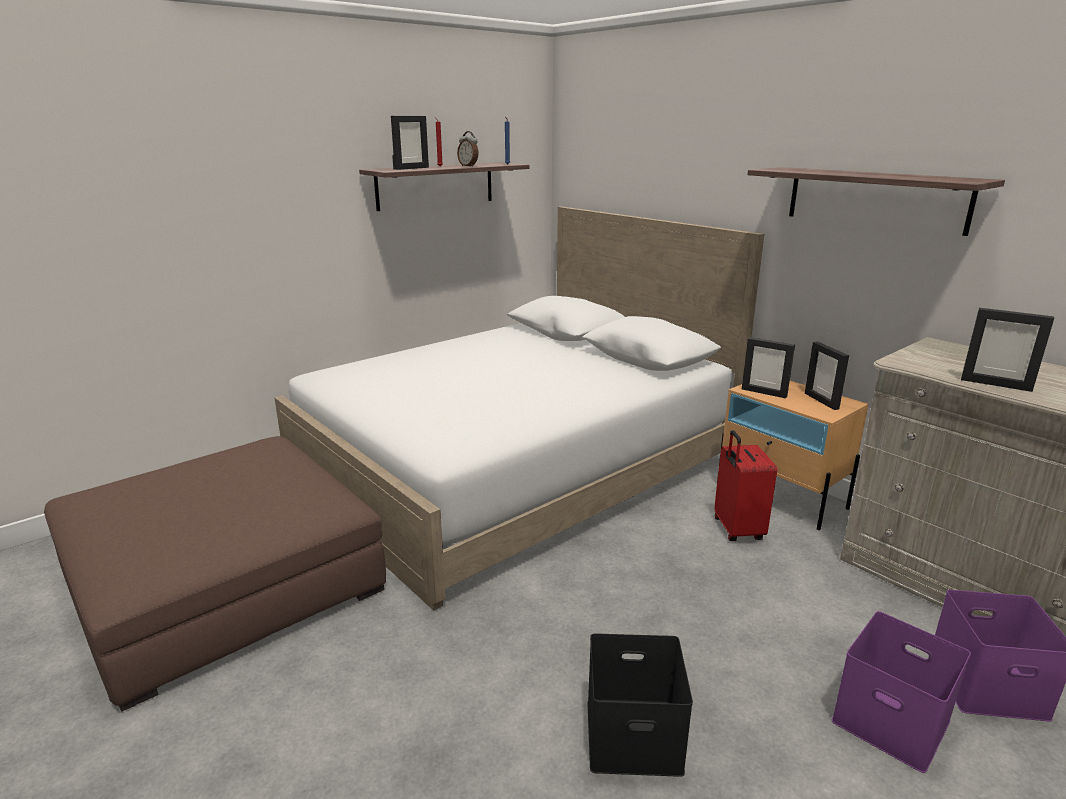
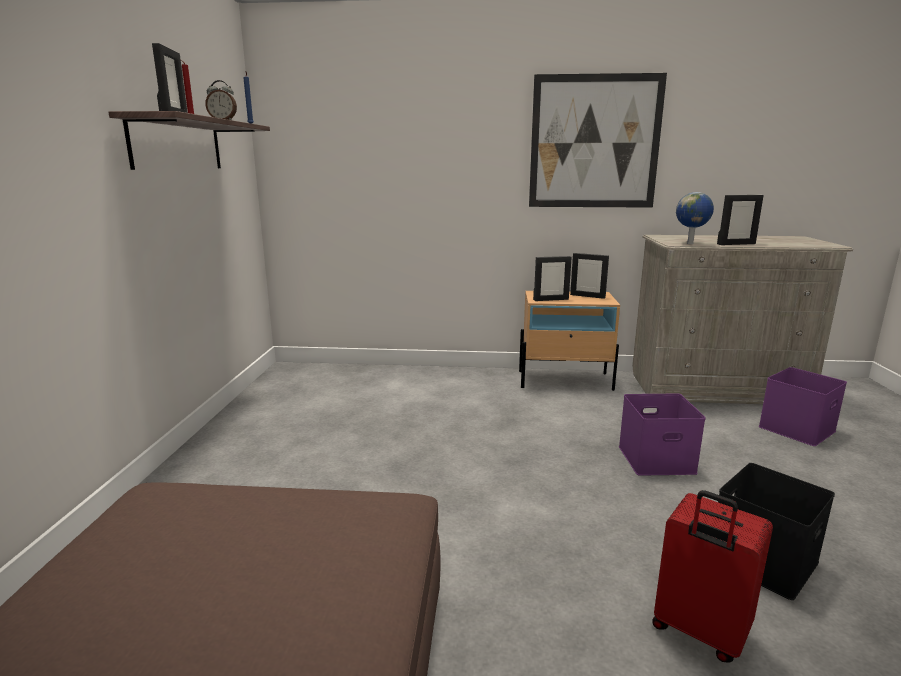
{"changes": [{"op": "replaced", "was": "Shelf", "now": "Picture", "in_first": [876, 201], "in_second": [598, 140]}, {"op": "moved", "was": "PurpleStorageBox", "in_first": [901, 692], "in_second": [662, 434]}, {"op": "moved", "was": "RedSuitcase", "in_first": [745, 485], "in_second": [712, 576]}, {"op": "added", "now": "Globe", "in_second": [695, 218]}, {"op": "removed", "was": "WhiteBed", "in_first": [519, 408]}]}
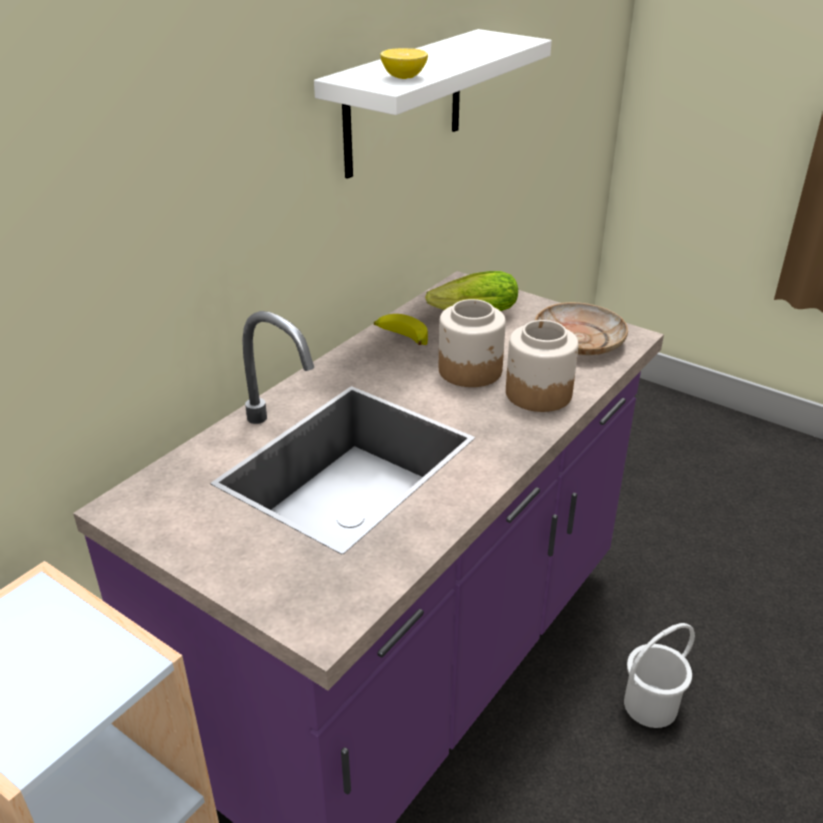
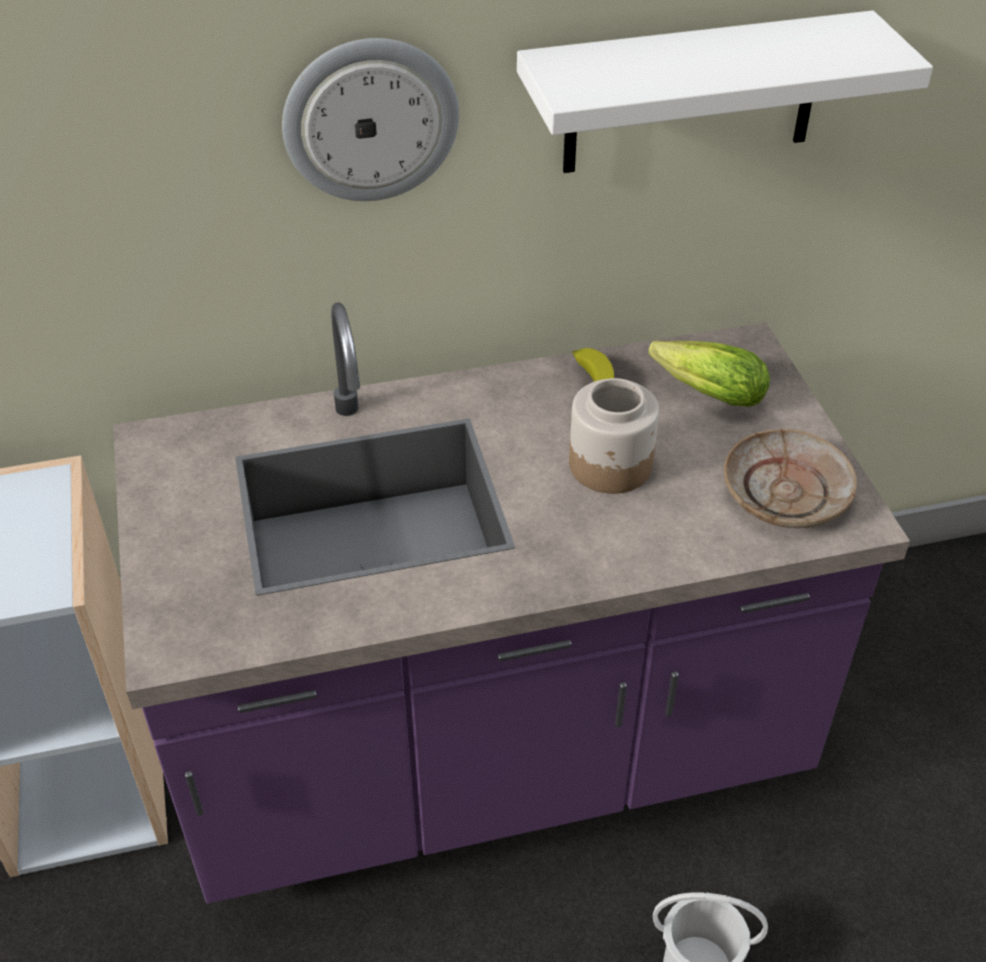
{"changes": [{"op": "added", "now": "WallClock", "in_second": [370, 119]}, {"op": "removed", "was": "Lemon", "in_first": [404, 63]}, {"op": "removed", "was": "Jar", "in_first": [542, 366]}]}
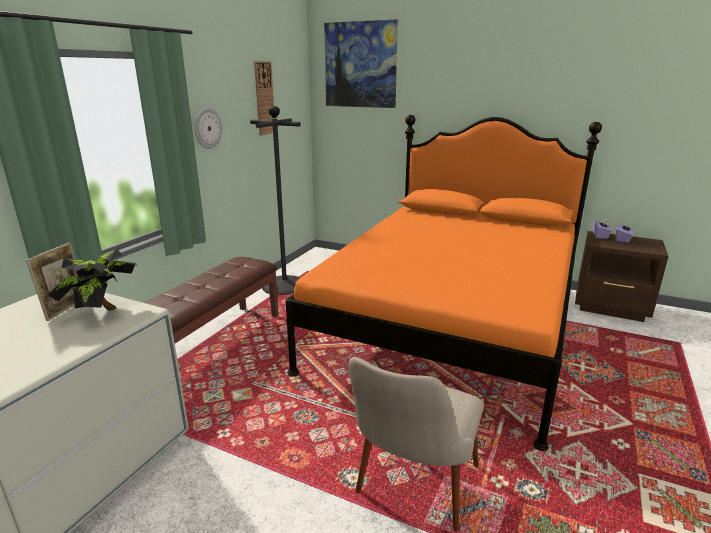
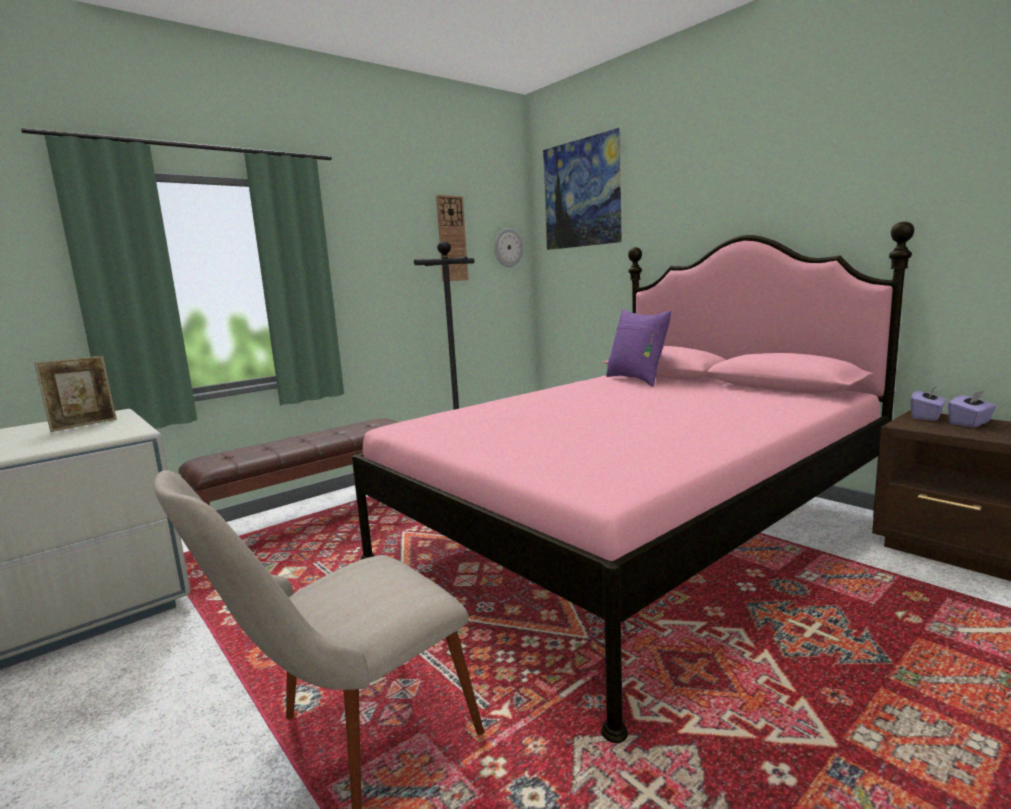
{"changes": [{"op": "recoloured", "was": "OrangeBed", "now": "PinkBed", "in_first": [443, 283], "in_second": [633, 482]}, {"op": "moved", "was": "WallClock", "in_first": [208, 128], "in_second": [508, 247]}, {"op": "added", "now": "PurplePillow", "in_second": [638, 348]}, {"op": "removed", "was": "PottedPlant", "in_first": [92, 280]}]}
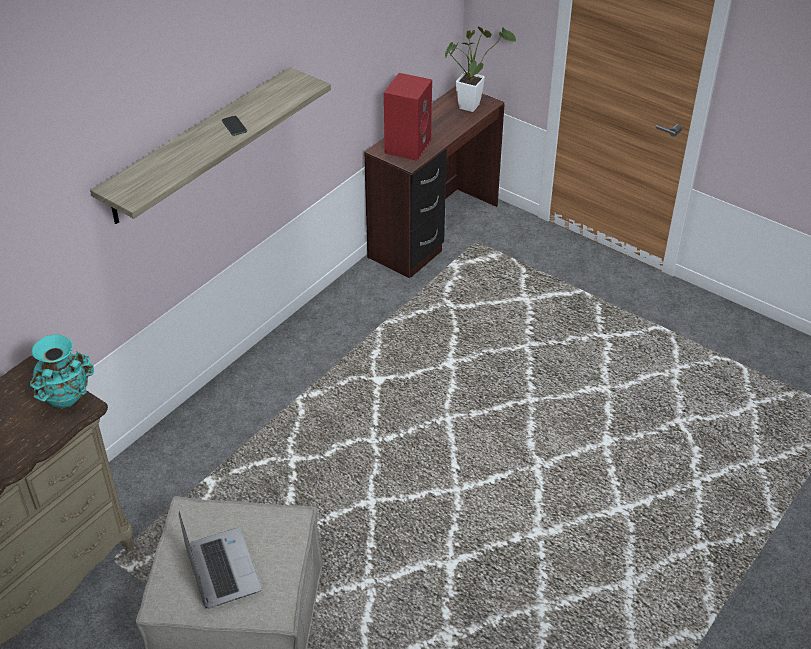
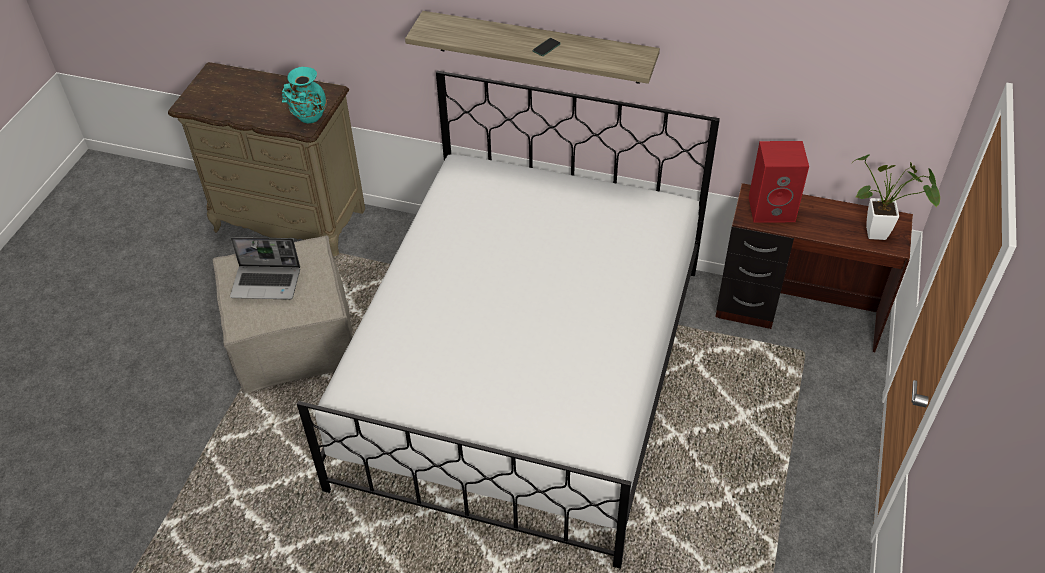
{"changes": [{"op": "turned", "was": "Laptop", "in_first": [220, 560], "in_second": [265, 268], "clockwise": 45}, {"op": "added", "now": "WhiteBed", "in_second": [508, 320]}]}
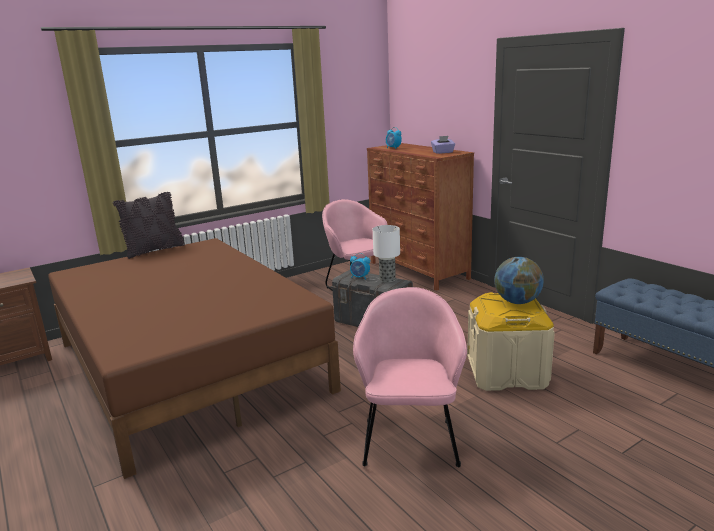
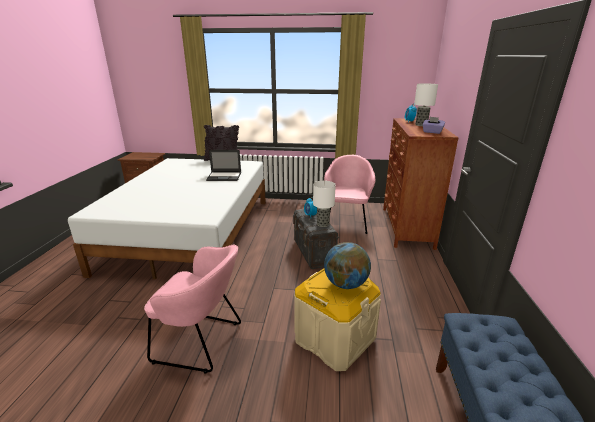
{"changes": [{"op": "recoloured", "was": "BrownBed", "now": "WhiteBed", "in_first": [194, 358], "in_second": [167, 218]}, {"op": "turned", "was": "PinkArmchair", "in_first": [410, 377], "in_second": [192, 309], "clockwise": 60}, {"op": "added", "now": "Laptop", "in_second": [223, 165]}, {"op": "added", "now": "TableLamp", "in_second": [426, 104]}]}
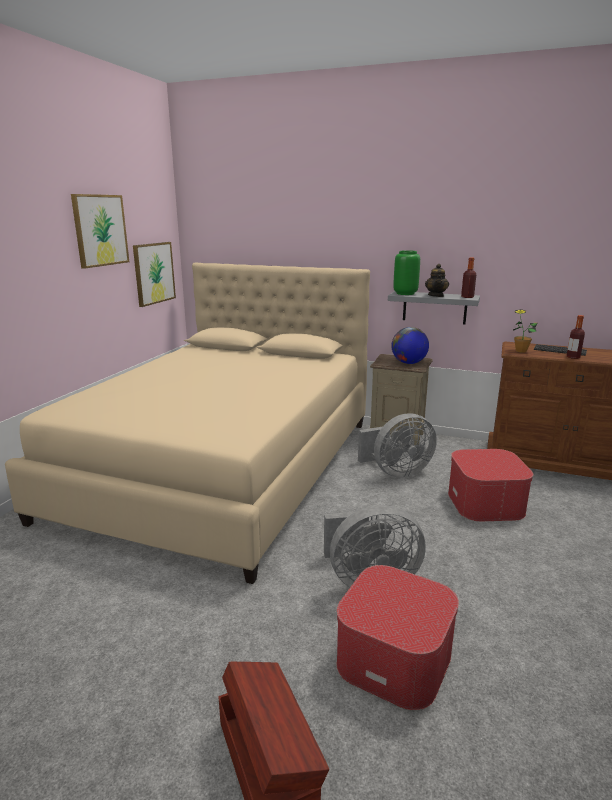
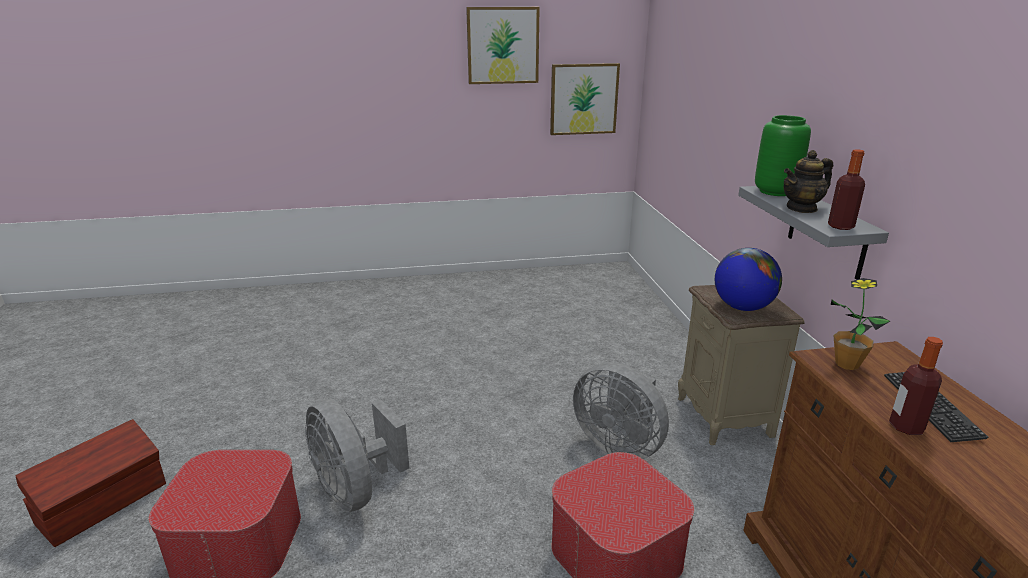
{"changes": [{"op": "removed", "was": "BeigeBed", "in_first": [187, 423]}]}
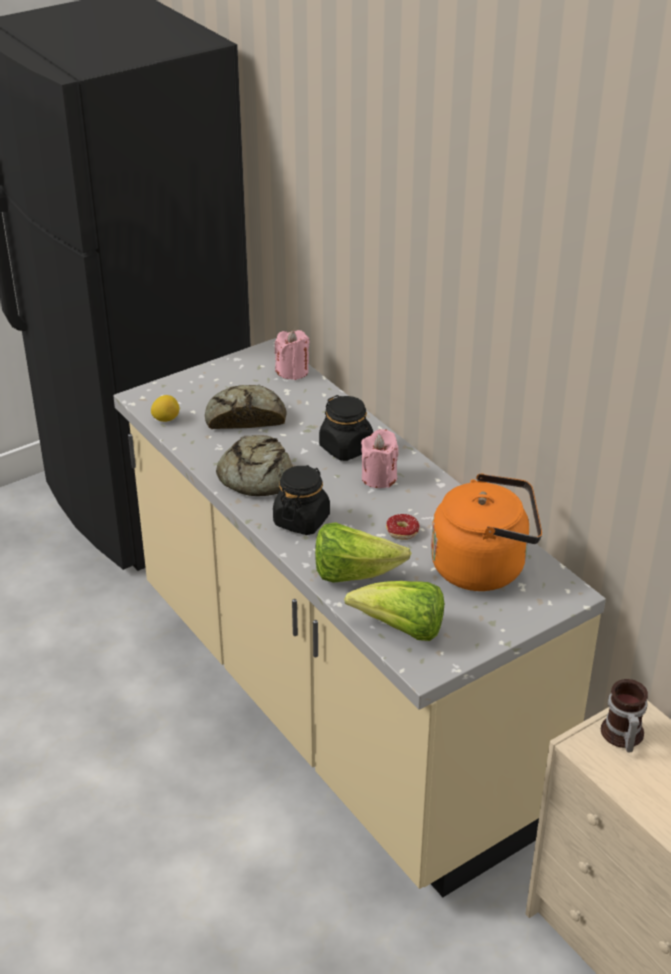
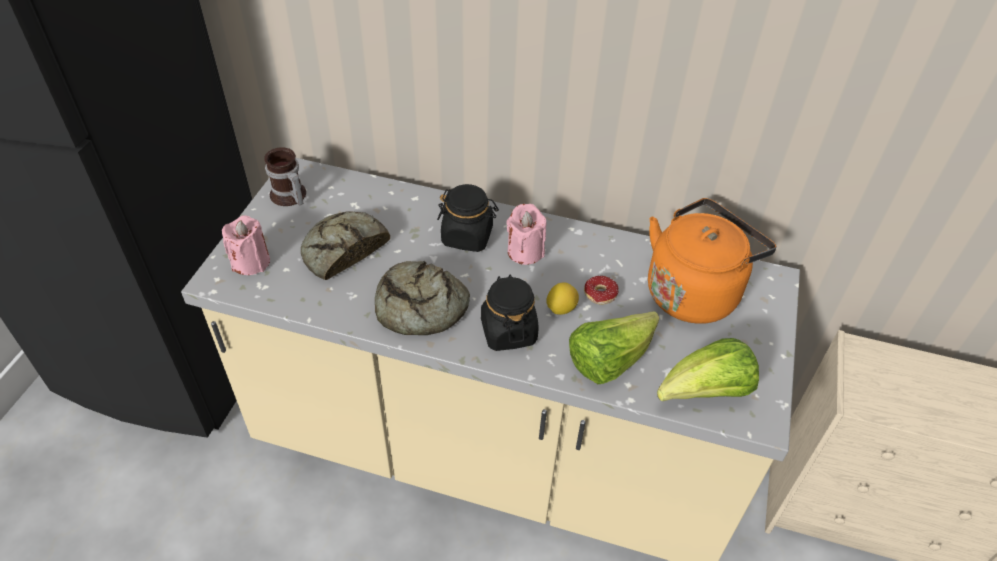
{"changes": [{"op": "moved", "was": "PinkCandle", "in_first": [292, 355], "in_second": [246, 245]}, {"op": "moved", "was": "Mug", "in_first": [624, 715], "in_second": [285, 176]}, {"op": "moved", "was": "Lemon", "in_first": [165, 408], "in_second": [563, 299]}]}
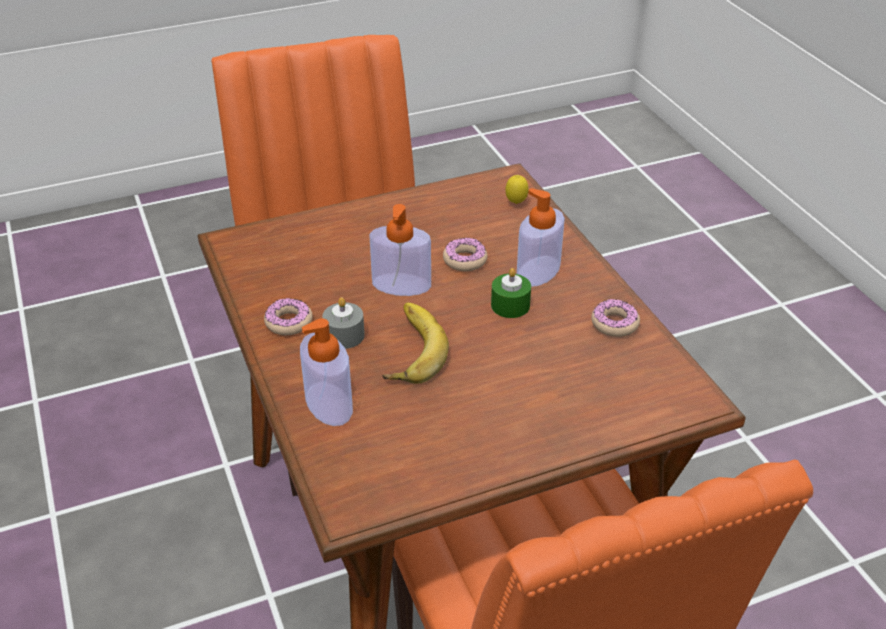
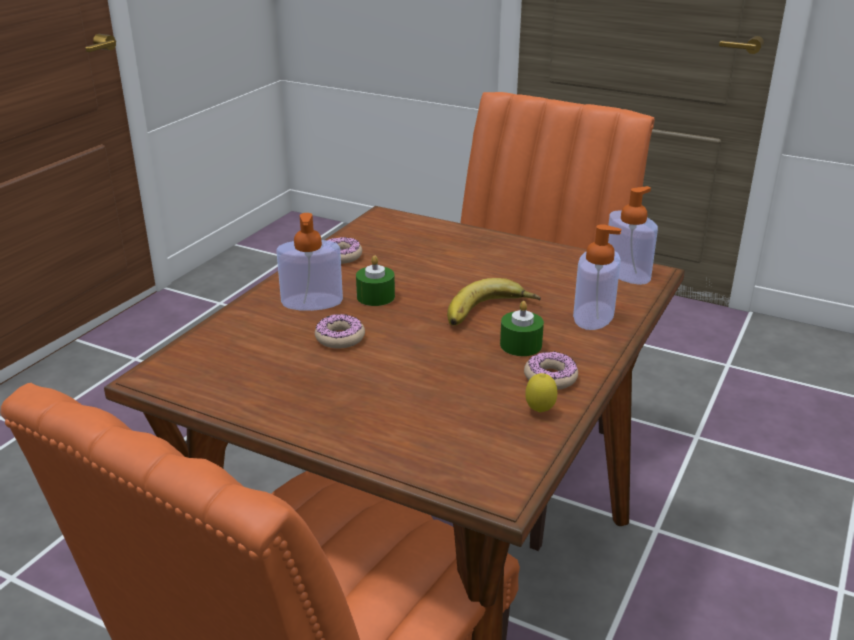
{"changes": [{"op": "recoloured", "was": "GreyCandle", "now": "GreenCandle", "in_first": [343, 323], "in_second": [522, 328]}, {"op": "moved", "was": "Lemon", "in_first": [517, 189], "in_second": [541, 393]}, {"op": "moved", "was": "SoapDispenser", "in_first": [400, 250], "in_second": [633, 235]}]}
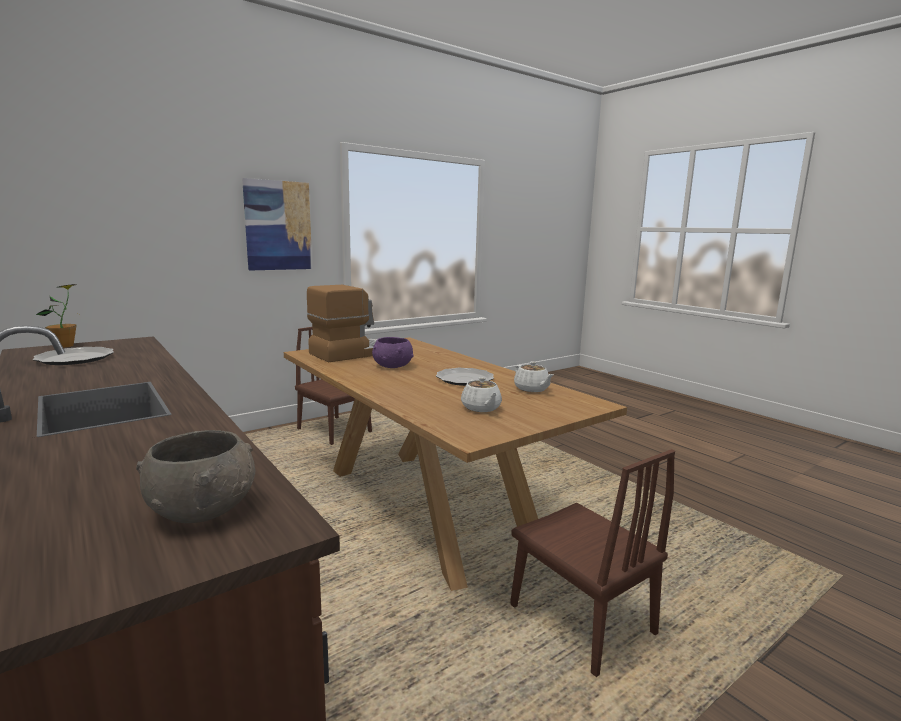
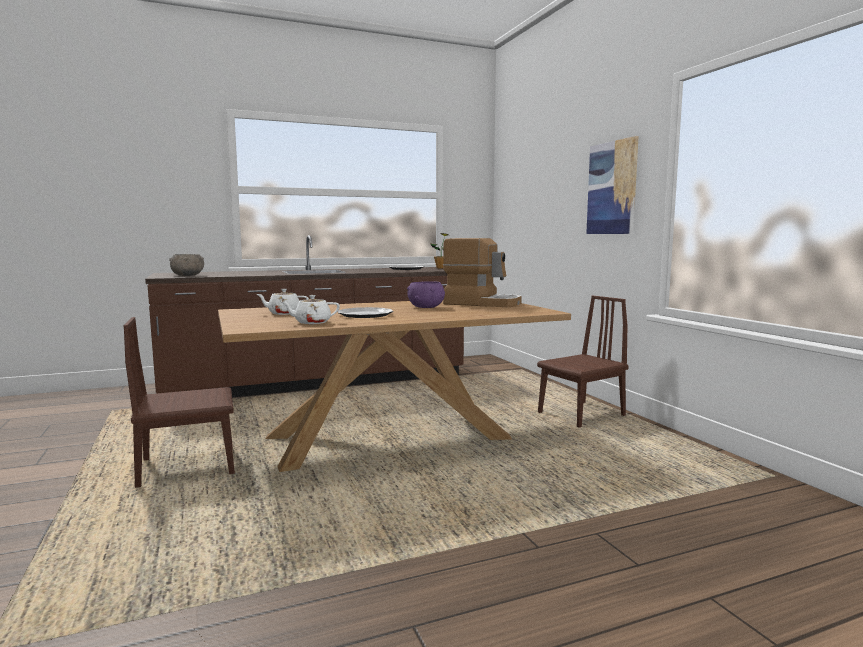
{"changes": [{"op": "turned", "was": "CoffeeMachine", "in_first": [342, 323], "in_second": [482, 272], "clockwise": -45}]}
